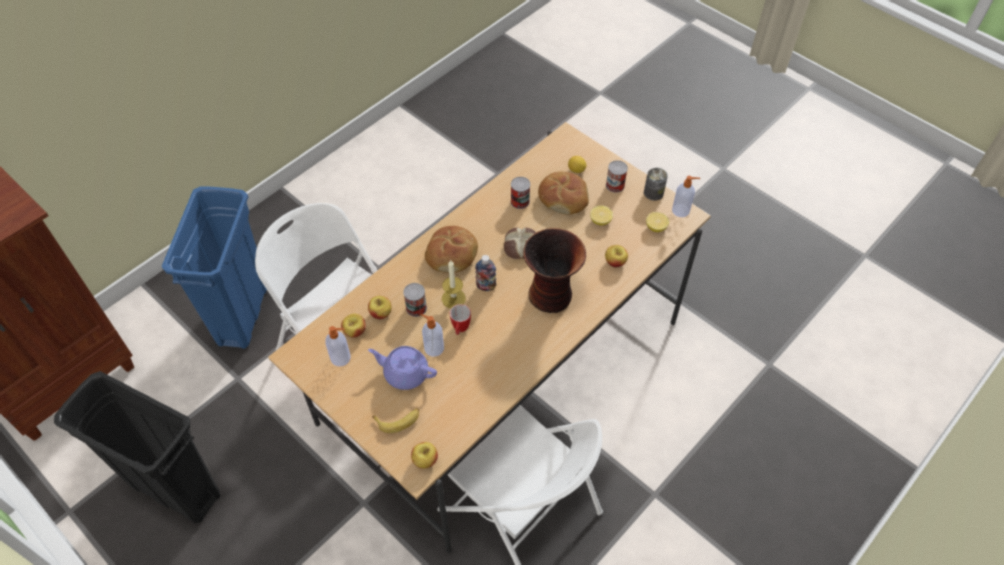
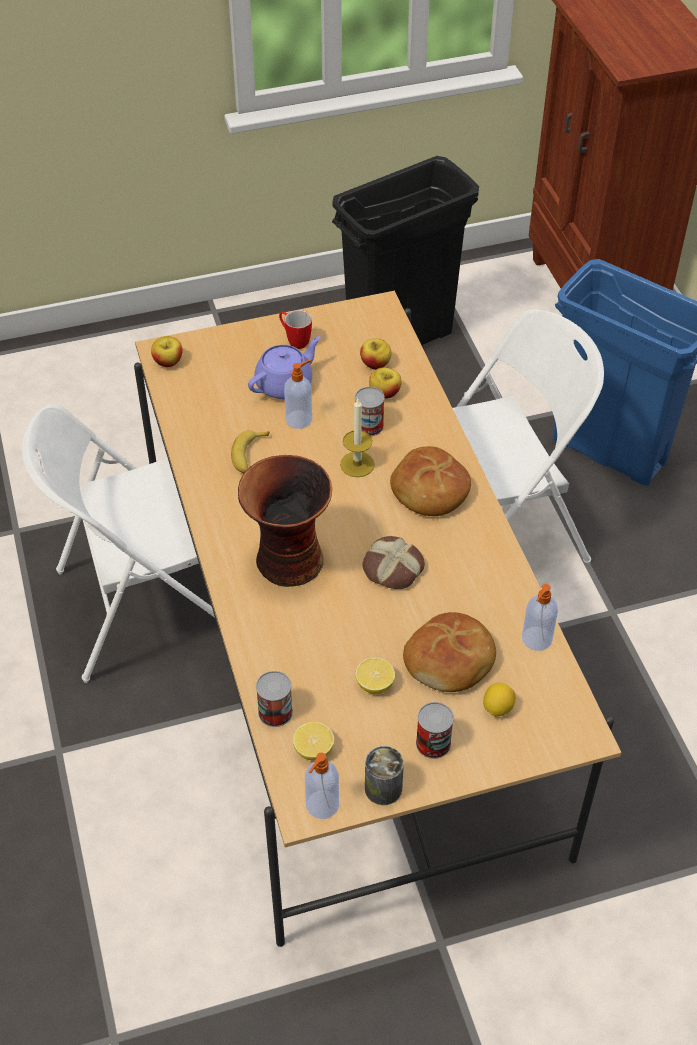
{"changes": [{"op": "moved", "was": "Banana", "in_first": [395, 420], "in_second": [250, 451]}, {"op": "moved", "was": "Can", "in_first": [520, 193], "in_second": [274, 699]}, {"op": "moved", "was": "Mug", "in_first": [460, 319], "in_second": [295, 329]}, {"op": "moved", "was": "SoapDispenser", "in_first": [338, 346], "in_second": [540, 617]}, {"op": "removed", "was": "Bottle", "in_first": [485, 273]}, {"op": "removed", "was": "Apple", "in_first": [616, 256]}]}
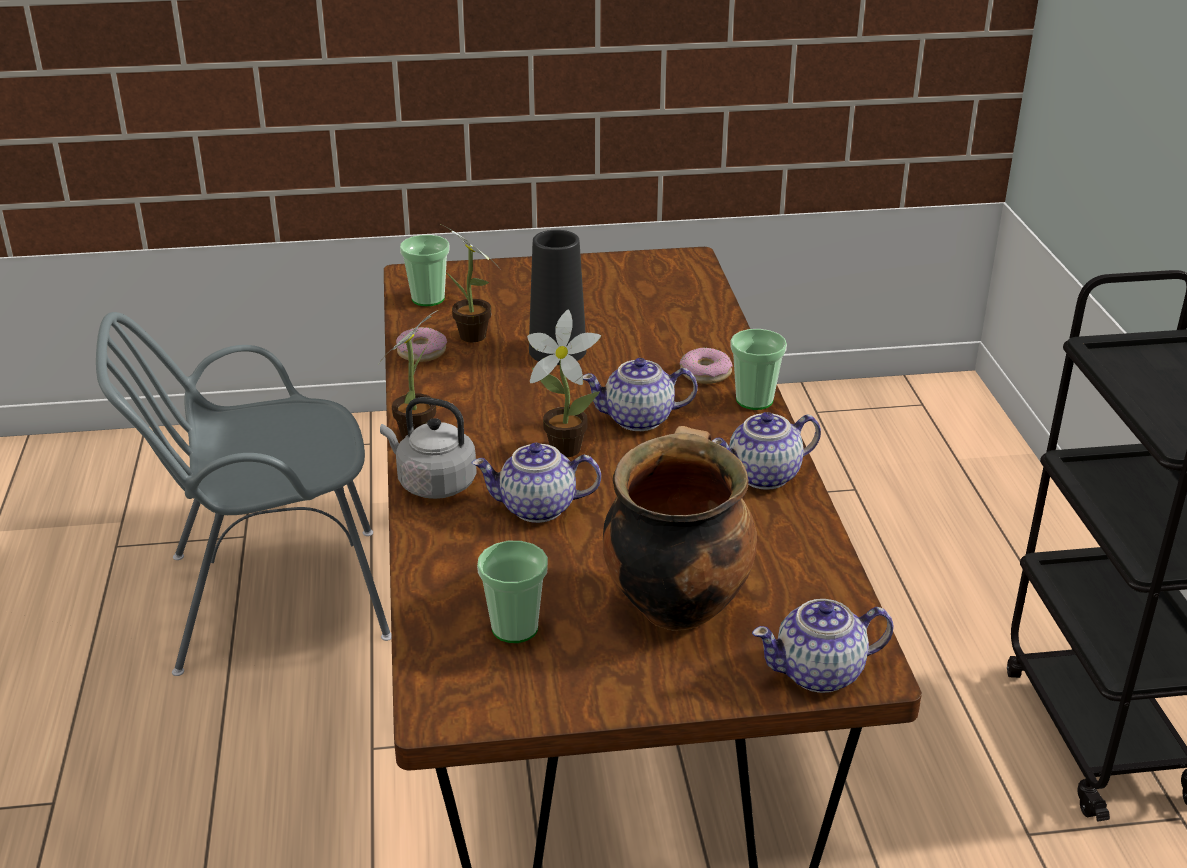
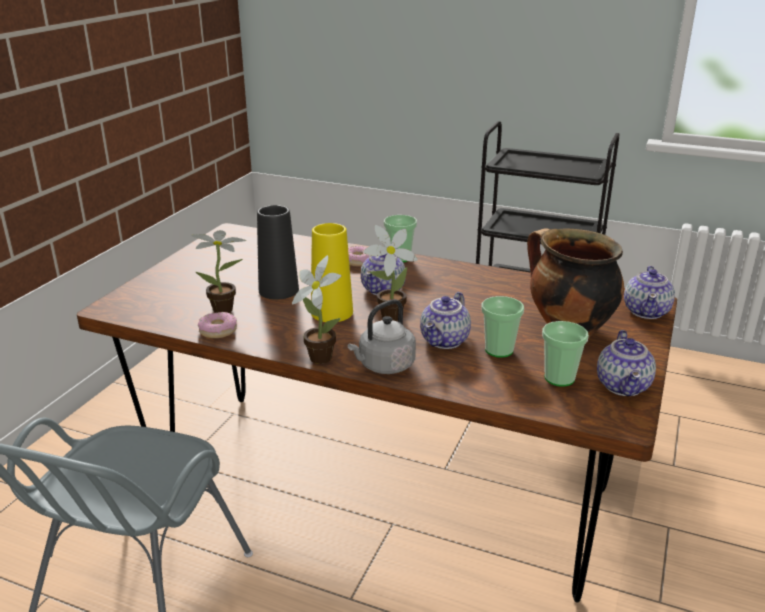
{"changes": [{"op": "added", "now": "YellowVase", "in_second": [332, 272]}, {"op": "moved", "was": "Cup", "in_first": [424, 270], "in_second": [502, 327]}, {"op": "moved", "was": "Teapot", "in_first": [766, 451], "in_second": [626, 363]}]}
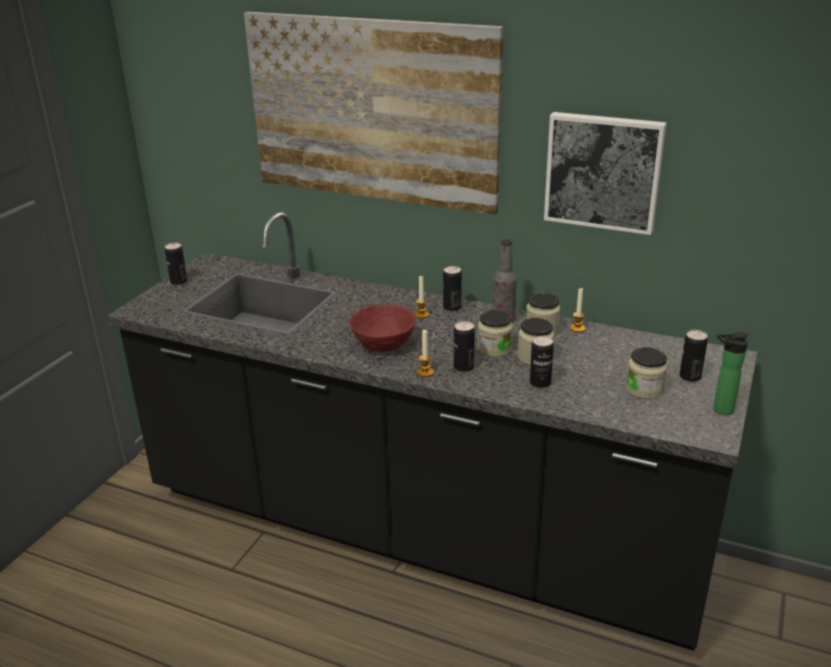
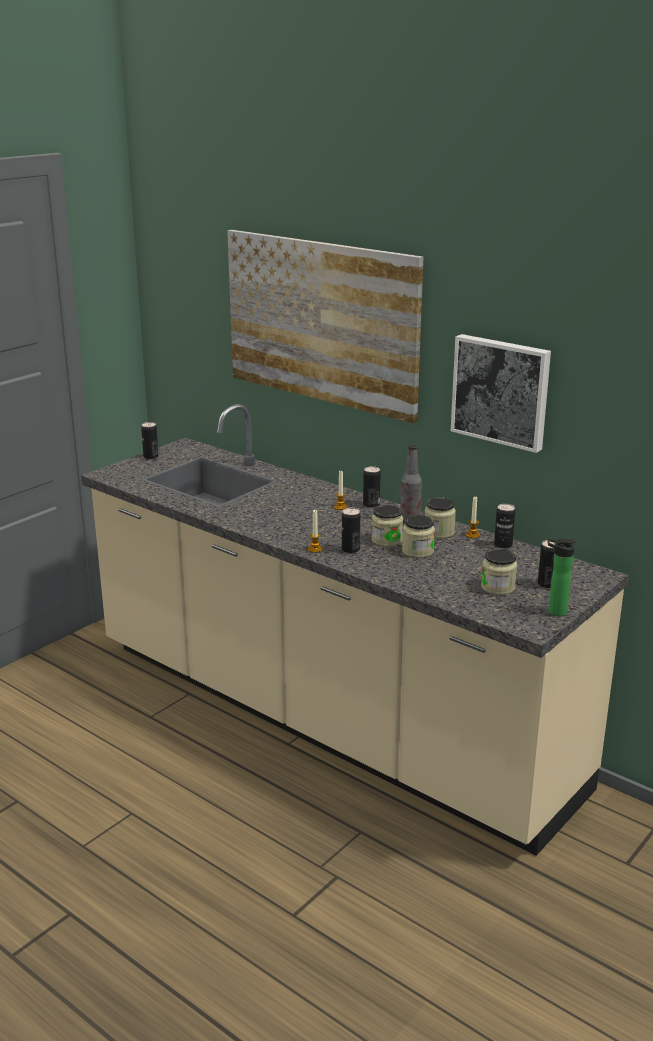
{"changes": [{"op": "recoloured", "was": "BlackCounter", "now": "BeigeCounter", "in_first": [432, 431], "in_second": [355, 630]}, {"op": "moved", "was": "Can", "in_first": [542, 362], "in_second": [504, 526]}, {"op": "removed", "was": "RedBowl", "in_first": [382, 328]}]}
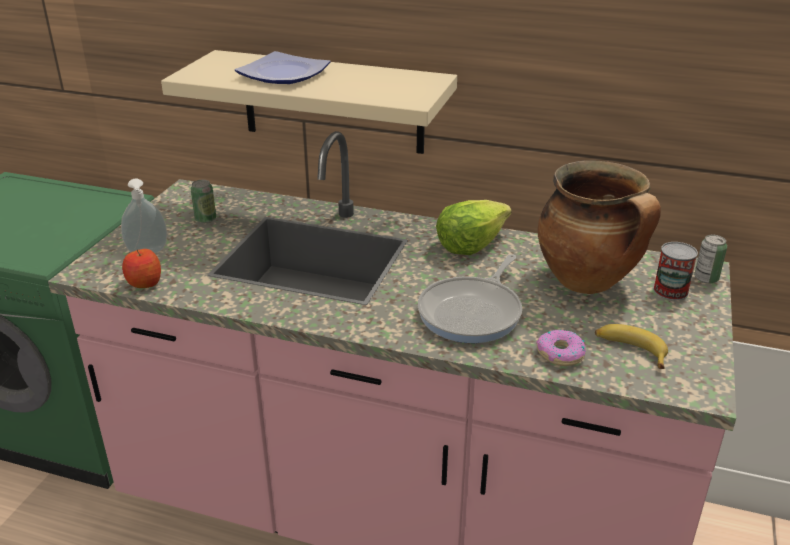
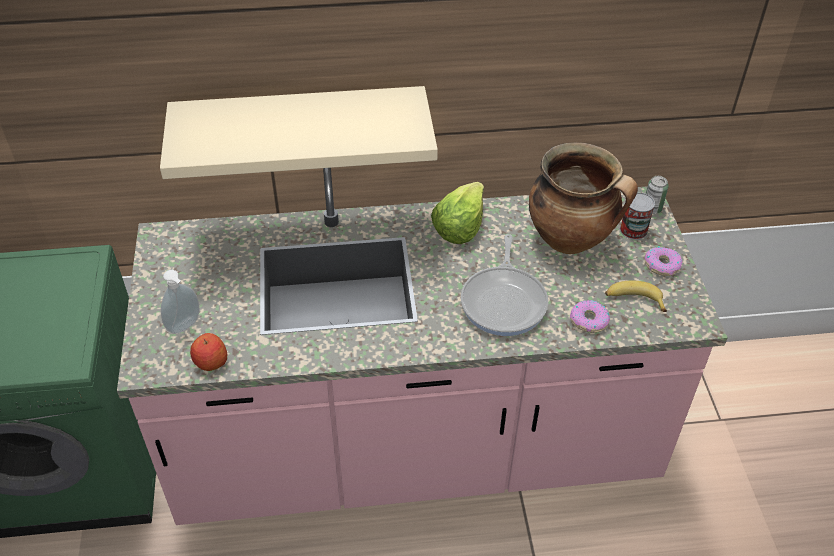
{"changes": [{"op": "added", "now": "Donut", "in_second": [663, 261]}, {"op": "removed", "was": "Can", "in_first": [203, 201]}, {"op": "removed", "was": "Plate", "in_first": [283, 67]}]}
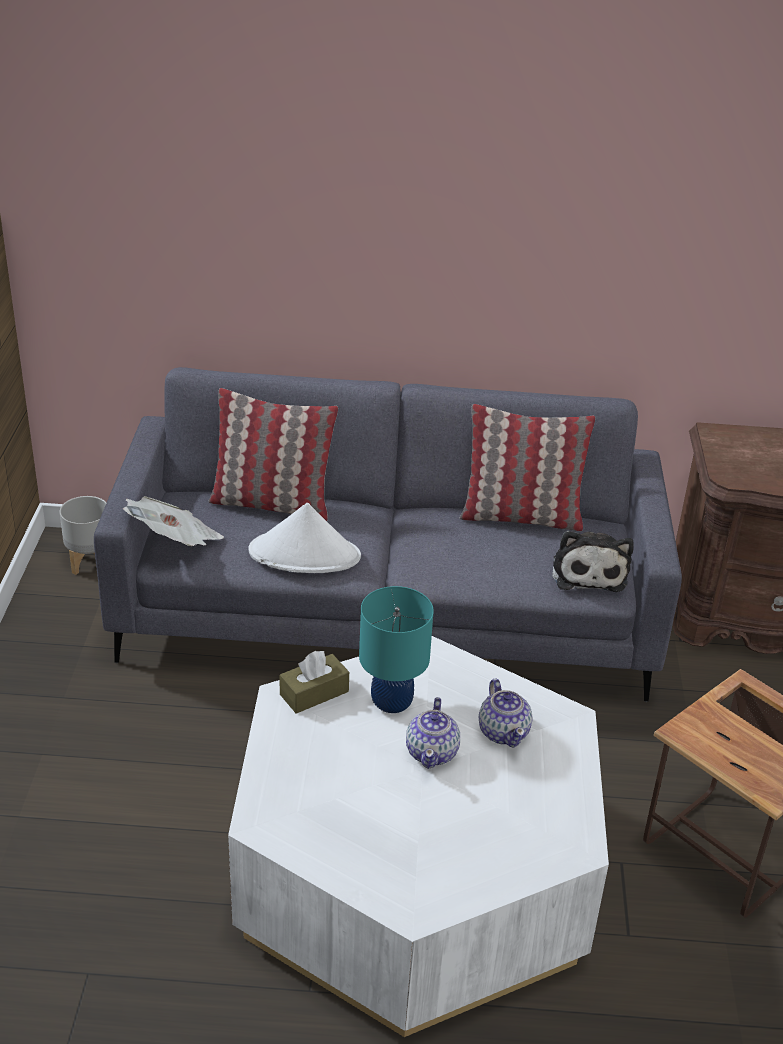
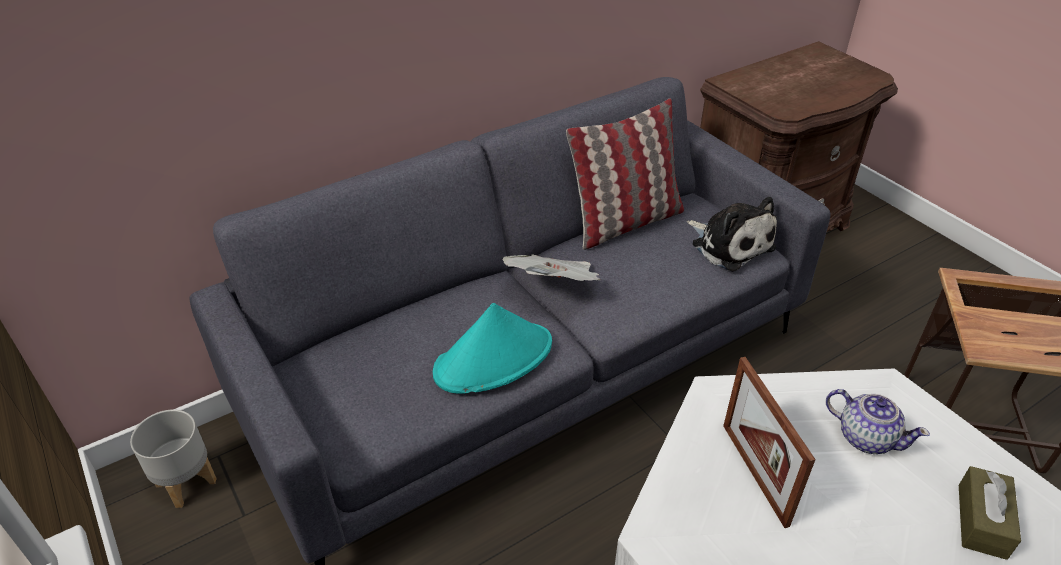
{"changes": [{"op": "recoloured", "was": "WhiteHat", "now": "TurquoiseHat", "in_first": [305, 538], "in_second": [492, 348]}, {"op": "moved", "was": "Newspaper", "in_first": [173, 521], "in_second": [551, 267]}, {"op": "replaced", "was": "TurquoiseTableLamp", "now": "PictureFrame", "in_first": [396, 649], "in_second": [769, 442]}, {"op": "moved", "was": "BrownTissueBox", "in_first": [314, 682], "in_second": [990, 513]}, {"op": "removed", "was": "Pillow", "in_first": [273, 454]}, {"op": "removed", "was": "Teapot", "in_first": [433, 733]}]}
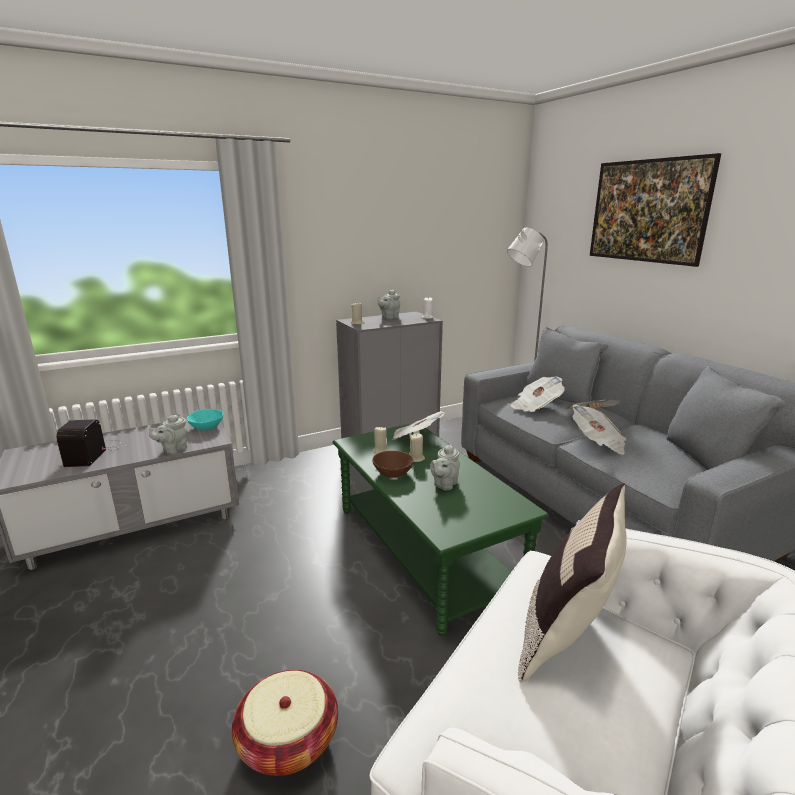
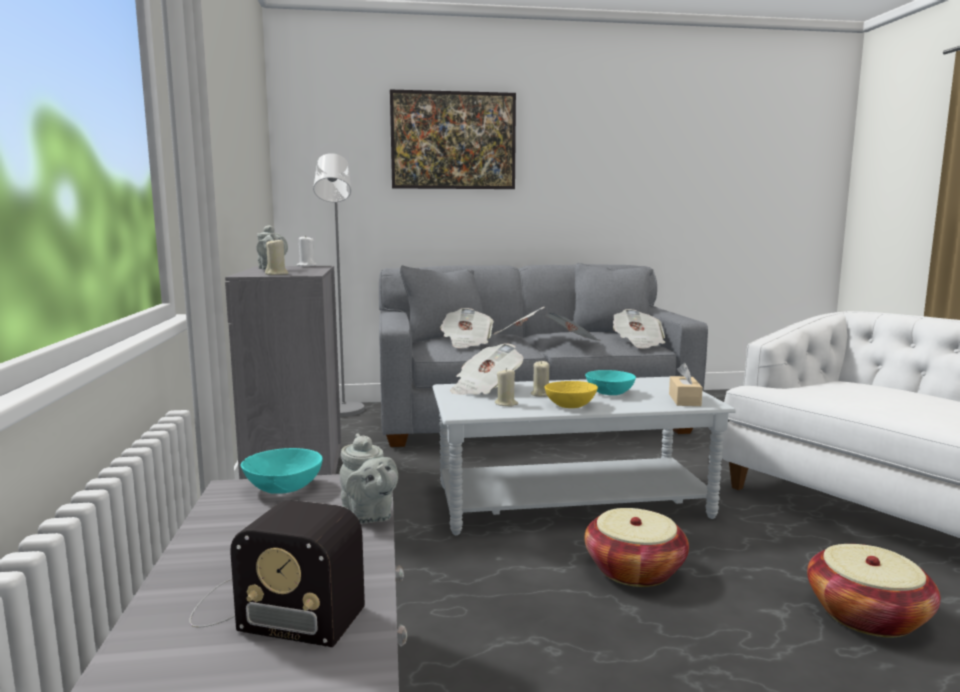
{"changes": [{"op": "recoloured", "was": "GreenCoffeeTable", "now": "GreyCoffeeTable", "in_first": [440, 529], "in_second": [584, 456]}, {"op": "recoloured", "was": "BrownBowl", "now": "YellowBowl", "in_first": [393, 464], "in_second": [571, 394]}, {"op": "added", "now": "Basket", "in_second": [636, 547]}, {"op": "replaced", "was": "GreyTeapot", "now": "TurquoiseBowl", "in_first": [445, 467], "in_second": [610, 382]}, {"op": "added", "now": "Newspaper", "in_second": [639, 329]}, {"op": "added", "now": "BeigeTissueBox", "in_second": [686, 384]}, {"op": "removed", "was": "Pillow", "in_first": [572, 583]}]}
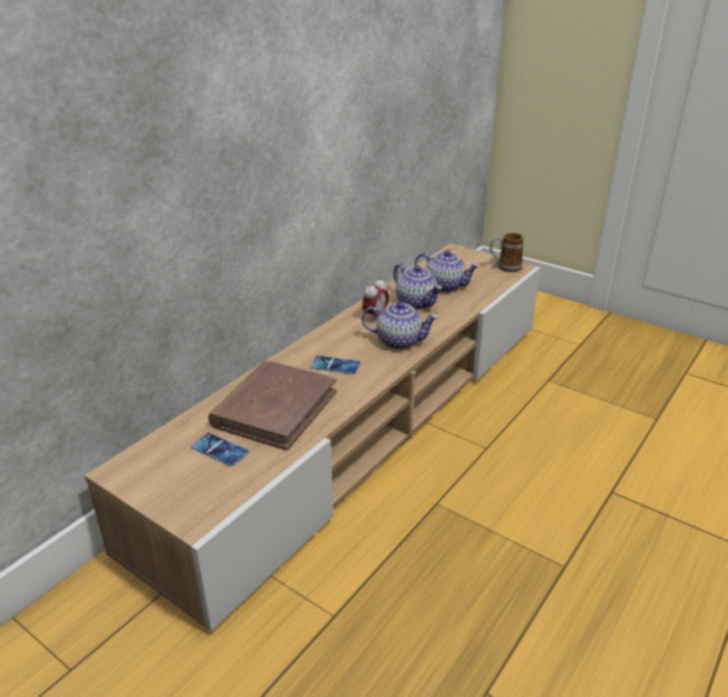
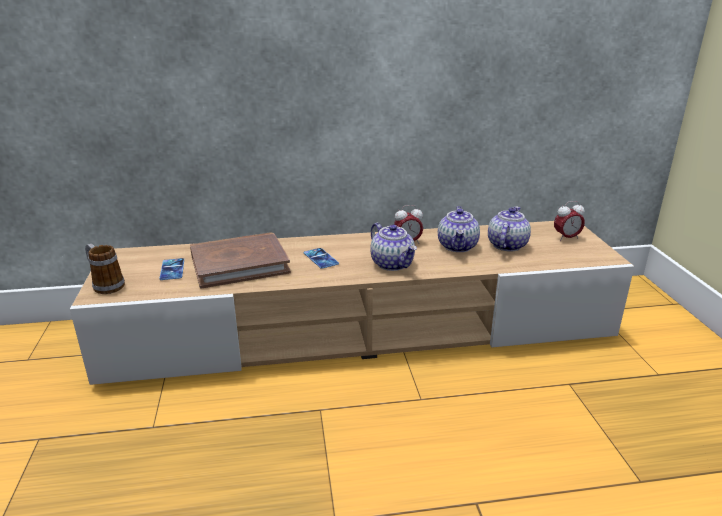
{"changes": [{"op": "moved", "was": "Mug", "in_first": [506, 252], "in_second": [105, 269]}, {"op": "turned", "was": "Teapot", "in_first": [447, 271], "in_second": [509, 229], "clockwise": -135}, {"op": "added", "now": "AlarmClock", "in_second": [569, 221]}]}
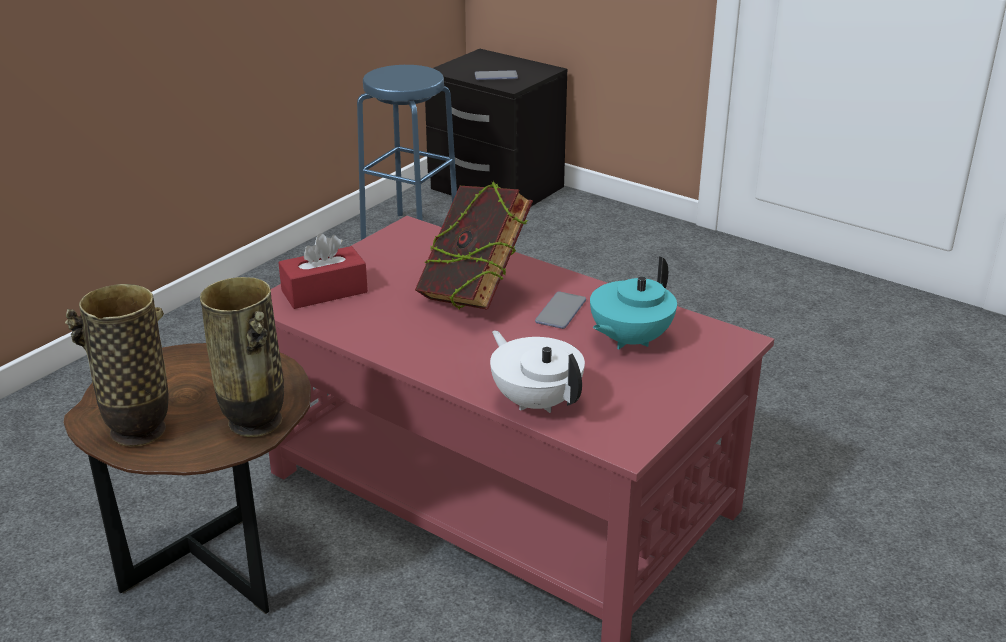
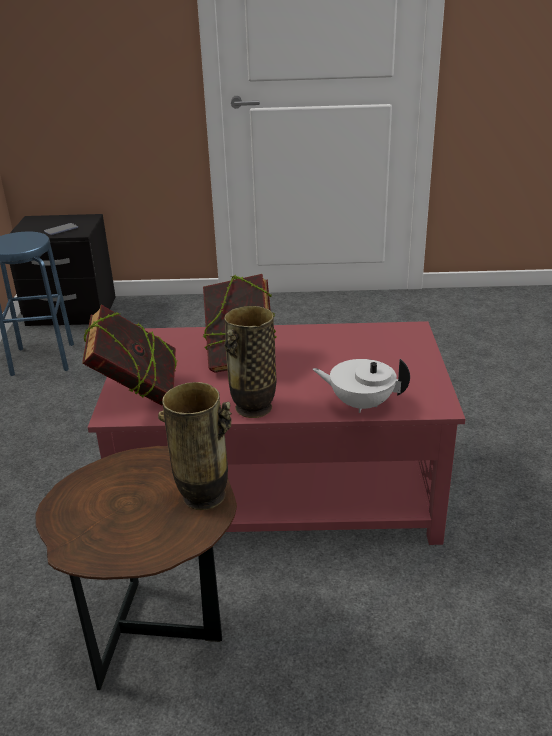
{"changes": [{"op": "replaced", "was": "RedTissueBox", "now": "Book", "in_first": [323, 271], "in_second": [129, 355]}, {"op": "moved", "was": "Vase", "in_first": [116, 365], "in_second": [250, 362]}, {"op": "removed", "was": "Phone", "in_first": [560, 310]}, {"op": "removed", "was": "TurquoiseTeapot", "in_first": [633, 302]}]}
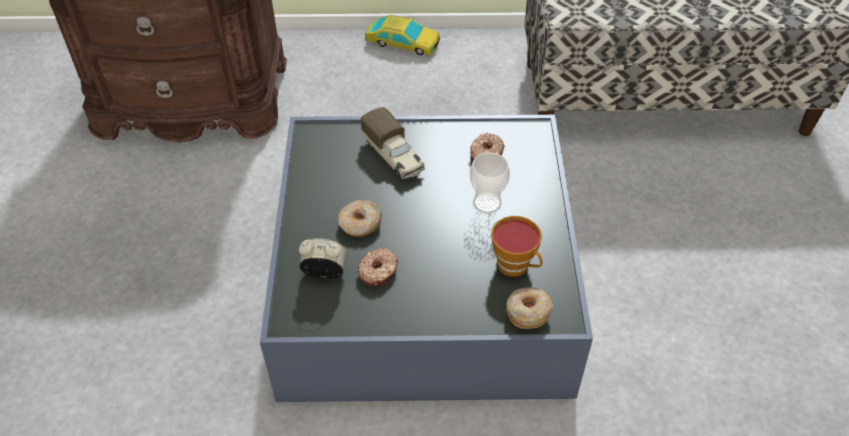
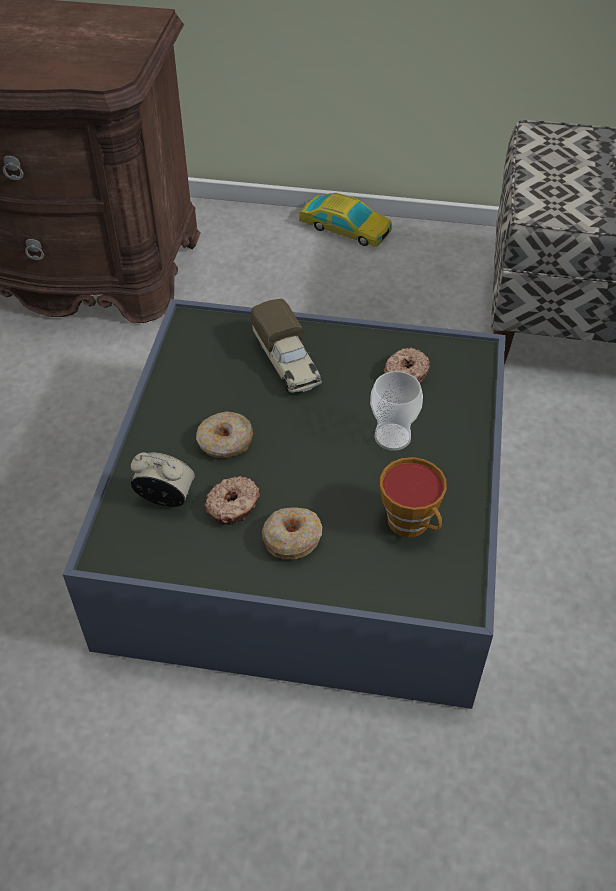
{"changes": [{"op": "moved", "was": "Donut", "in_first": [529, 308], "in_second": [292, 533]}]}
